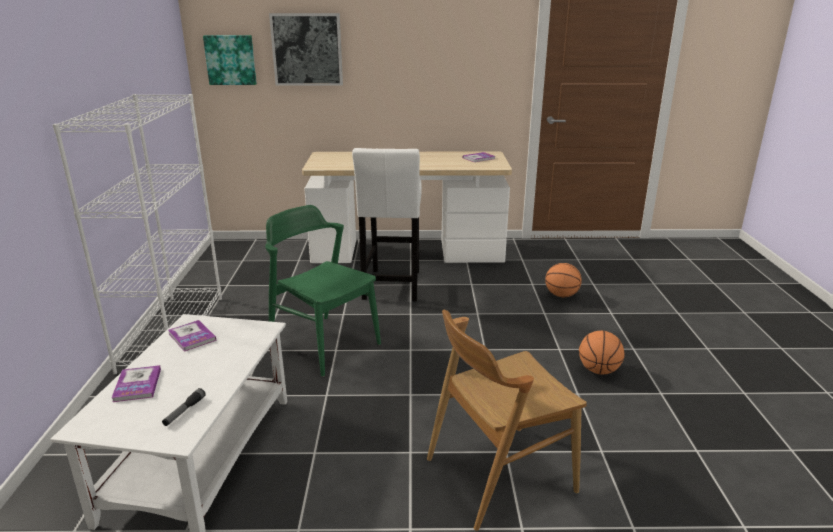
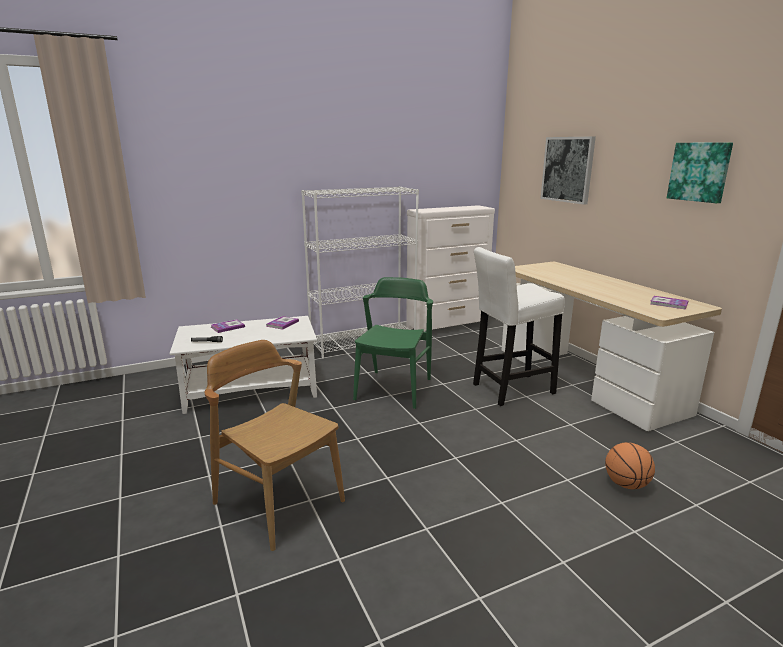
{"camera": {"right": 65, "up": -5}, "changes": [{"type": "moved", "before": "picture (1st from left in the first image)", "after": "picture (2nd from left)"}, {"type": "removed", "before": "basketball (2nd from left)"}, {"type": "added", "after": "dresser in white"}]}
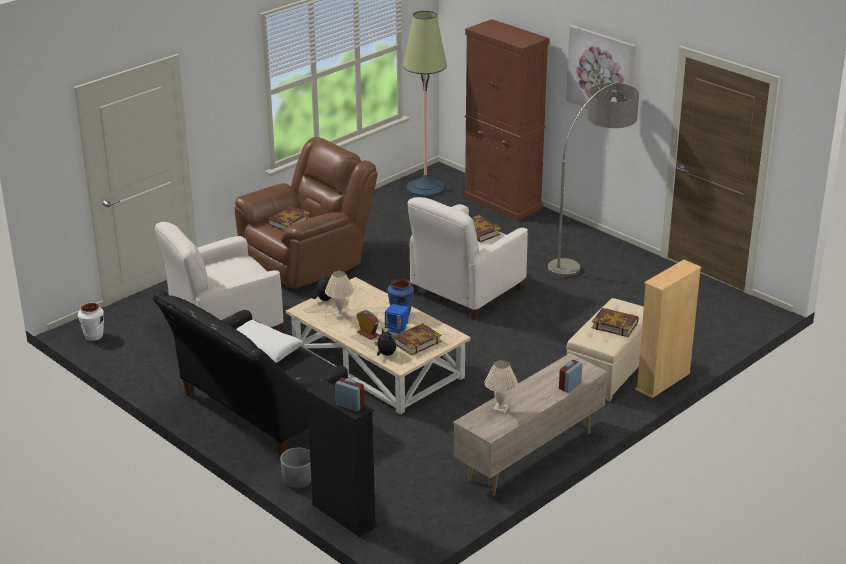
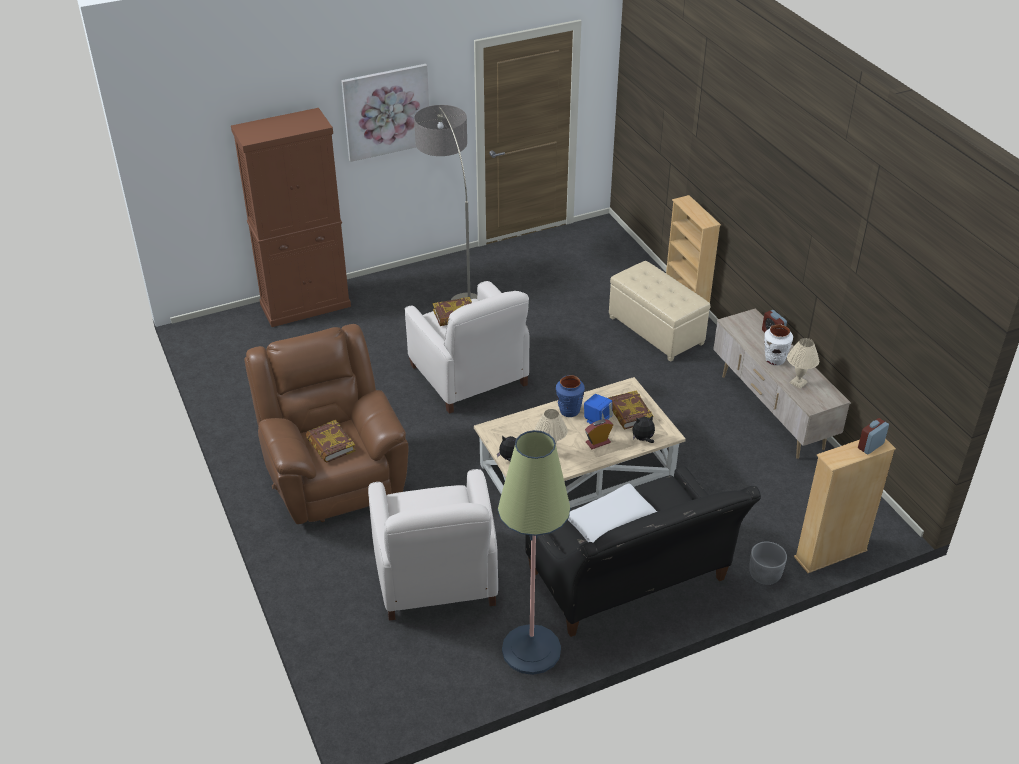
{"camera": {"right": -70, "up": 10}, "changes": [{"type": "moved", "before": "floor lamp (1st from left in the first image)", "after": "floor lamp (2nd from left)"}, {"type": "moved", "before": "vase in white"}, {"type": "removed", "before": "book (4th from left)"}, {"type": "recoloured", "before": "bookcase in black", "after": "bookcase in beige (2nd from left)"}]}
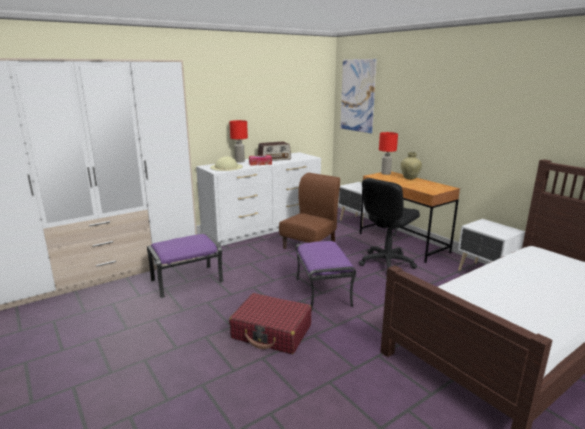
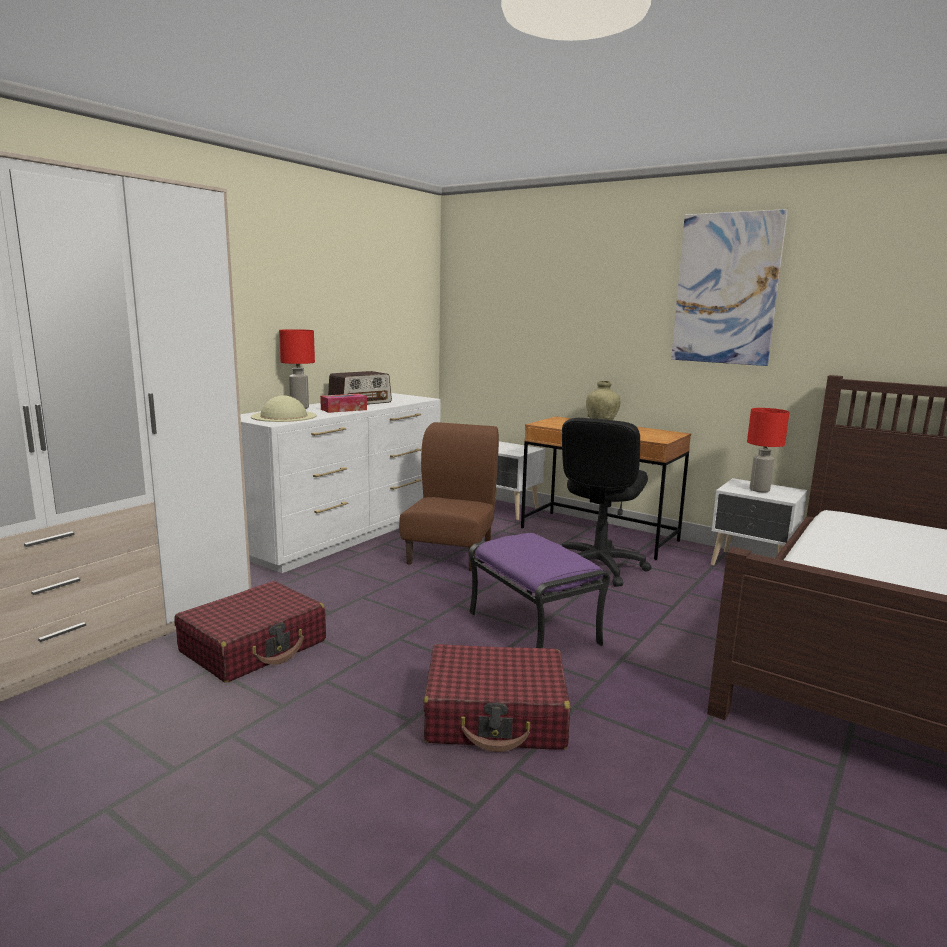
{"camera": {"right": -20, "up": -5}, "changes": [{"type": "moved", "before": "picture"}, {"type": "moved", "before": "table lamp in red (2nd from left)"}, {"type": "replaced", "before": "ottoman in purple (1st from left)", "after": "suitcase in red (1st from left)"}]}
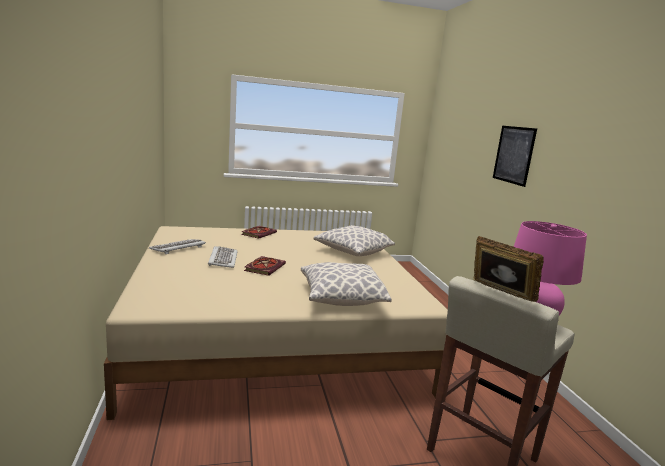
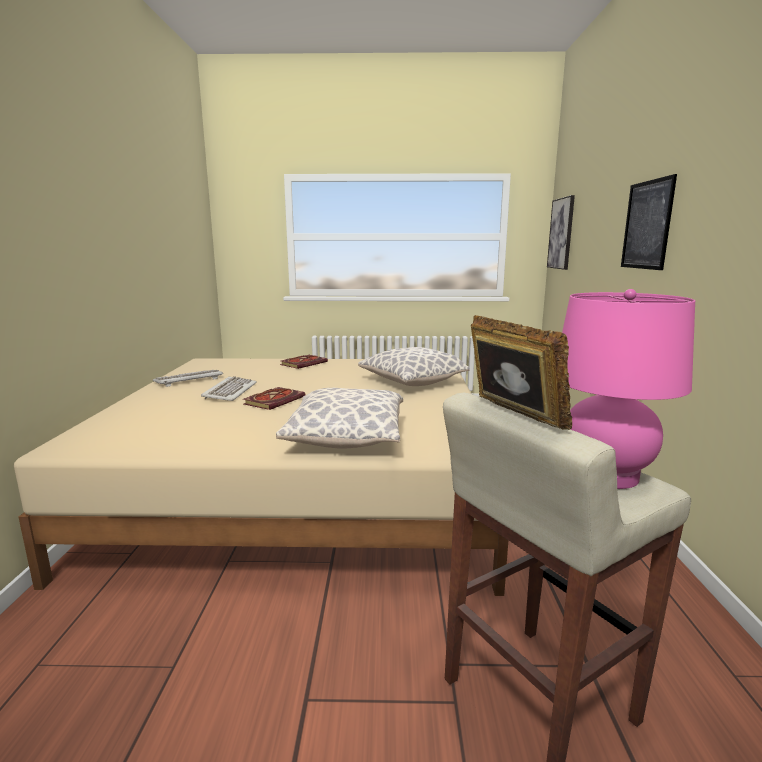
{"camera": {"right": 15, "up": 0}, "changes": [{"type": "added", "after": "picture (1st from left)"}]}
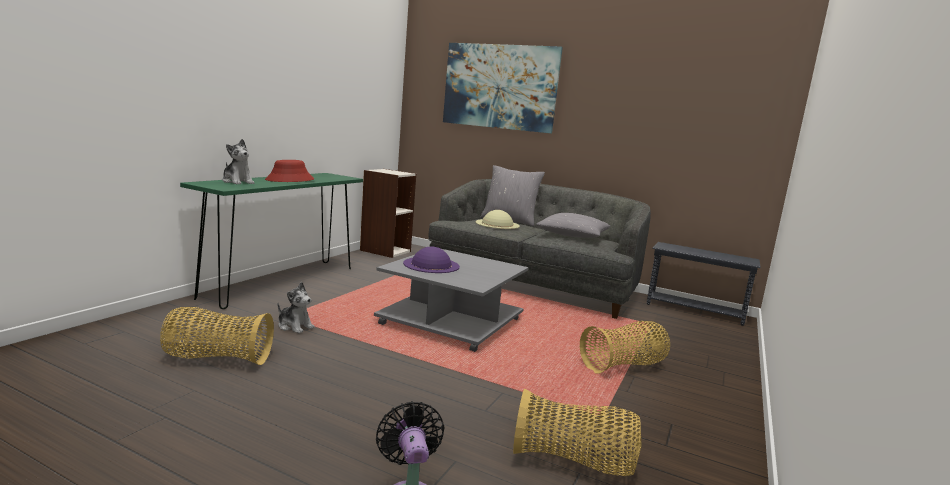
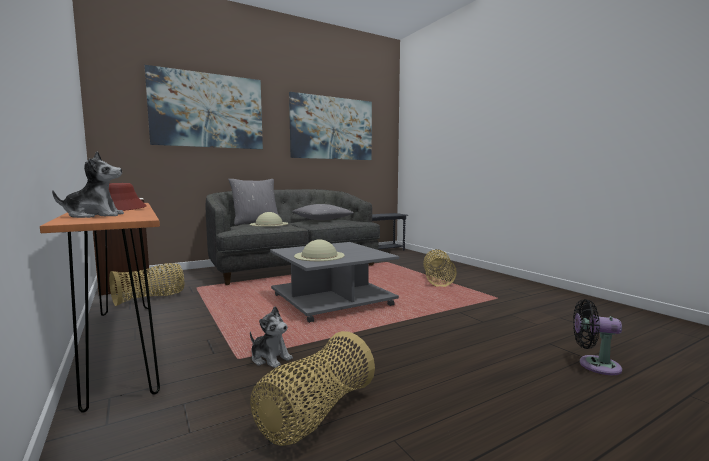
{"camera": {"right": -55, "up": -5}, "changes": [{"type": "recoloured", "before": "console table in green", "after": "console table in orange"}, {"type": "recoloured", "before": "hat in purple", "after": "hat in beige (2nd from left)"}, {"type": "turned", "before": "plush toy (2nd from left)", "turn": 60}, {"type": "moved", "before": "basket (2nd from left in the first image)", "after": "basket (1st from left)"}, {"type": "added", "after": "picture (2nd from left)"}]}
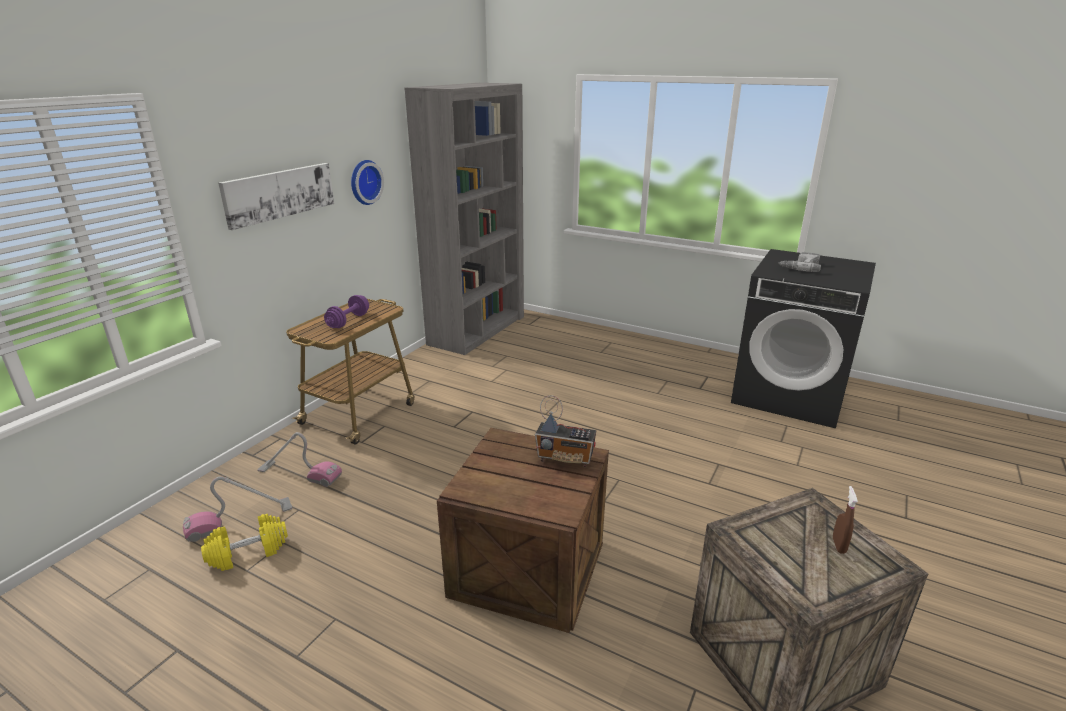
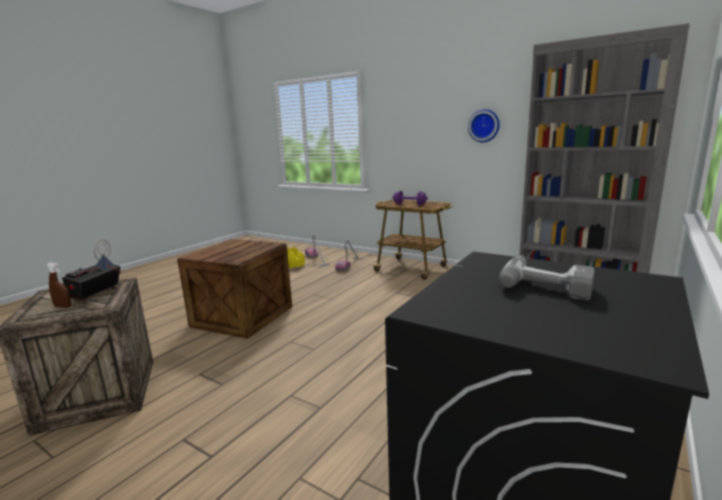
{"camera": {"right": 95, "up": -10}, "changes": [{"type": "removed", "before": "picture"}, {"type": "moved", "before": "radio"}]}
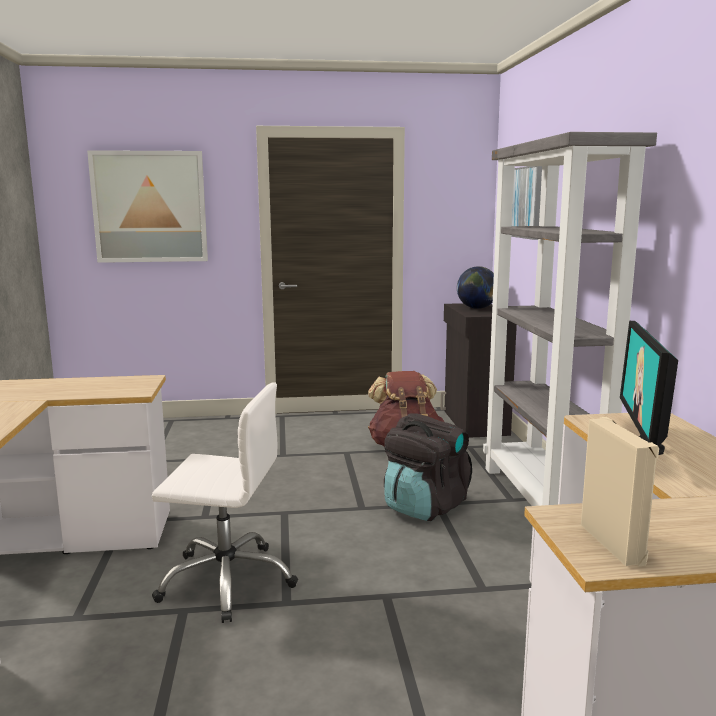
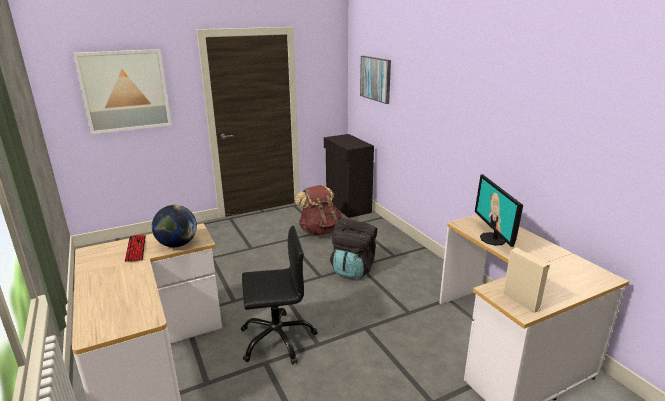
{"camera": {"right": -20, "up": 10}, "changes": [{"type": "removed", "before": "bookcase in grey"}, {"type": "moved", "before": "globe"}, {"type": "recoloured", "before": "office chair in white", "after": "office chair in black"}, {"type": "added", "after": "keyboard"}]}
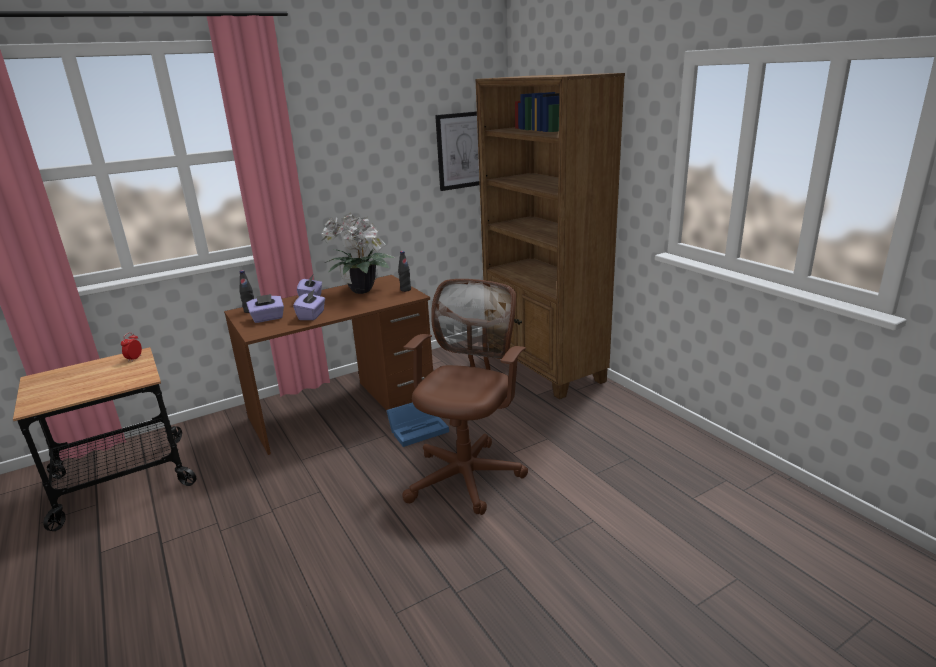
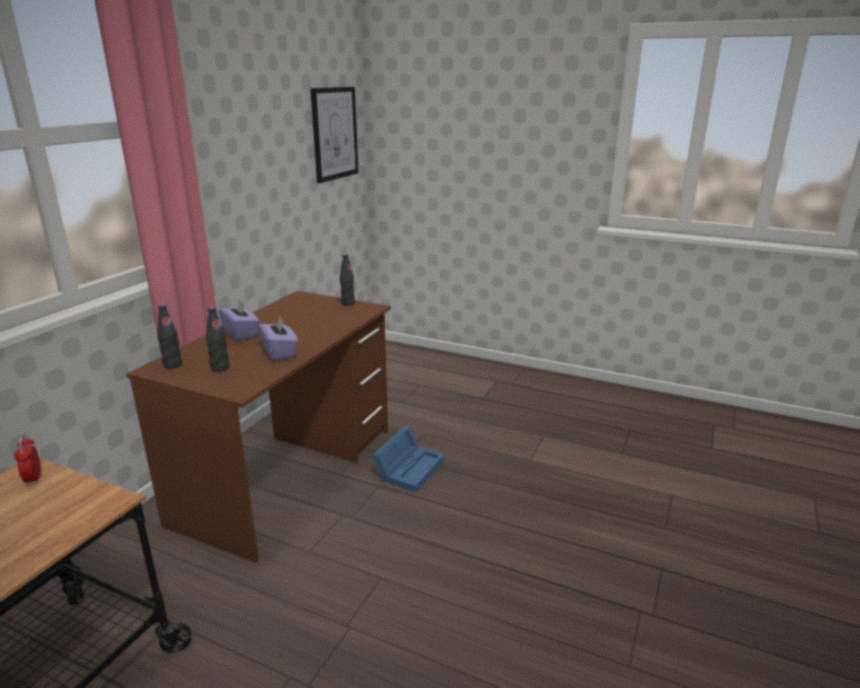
{"camera": {"right": -35, "up": 0}, "changes": [{"type": "removed", "before": "bookcase in brown"}, {"type": "removed", "before": "potted plant"}, {"type": "removed", "before": "office chair in brown"}, {"type": "replaced", "before": "tissue box in purple (1st from left)", "after": "bottle in black (2nd from left)"}]}
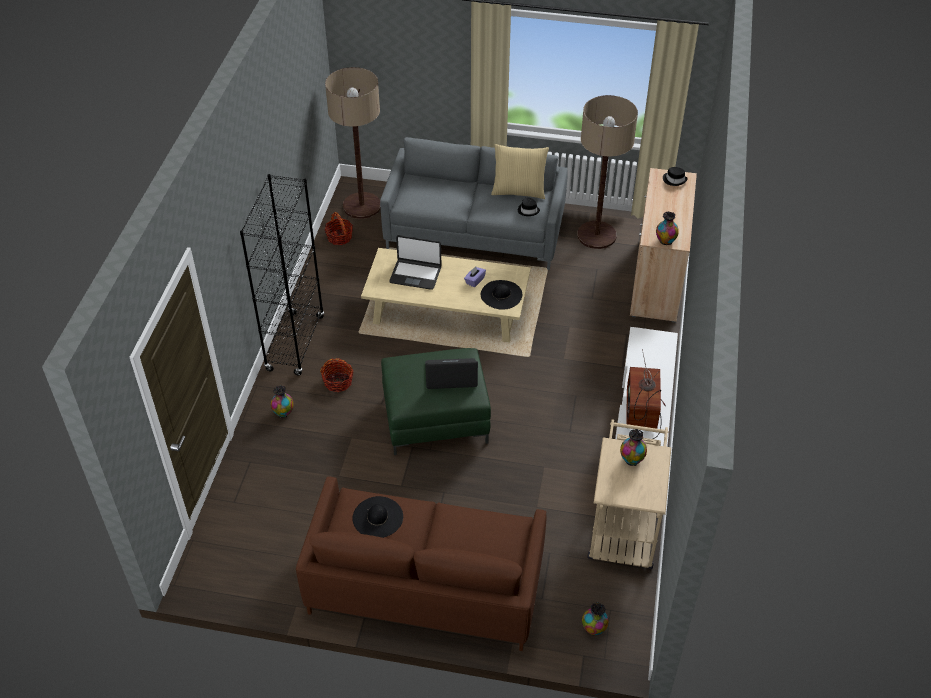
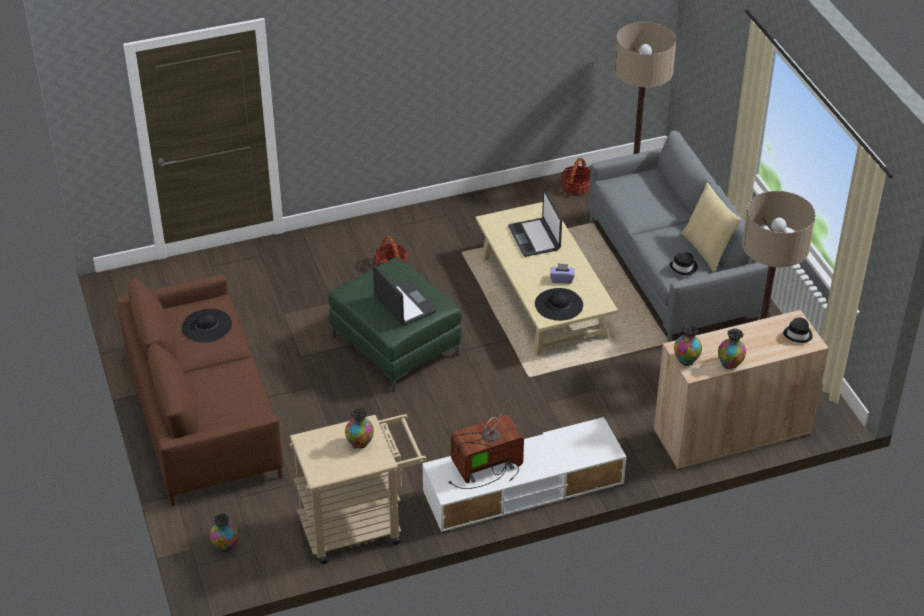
{"camera": {"right": 60, "up": -5}, "changes": [{"type": "removed", "before": "bookcase in black"}, {"type": "moved", "before": "vase (1st from left in the first image)", "after": "vase (4th from left)"}]}
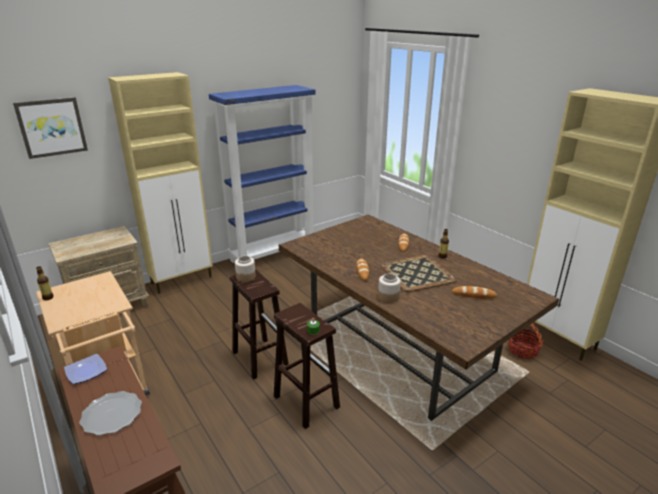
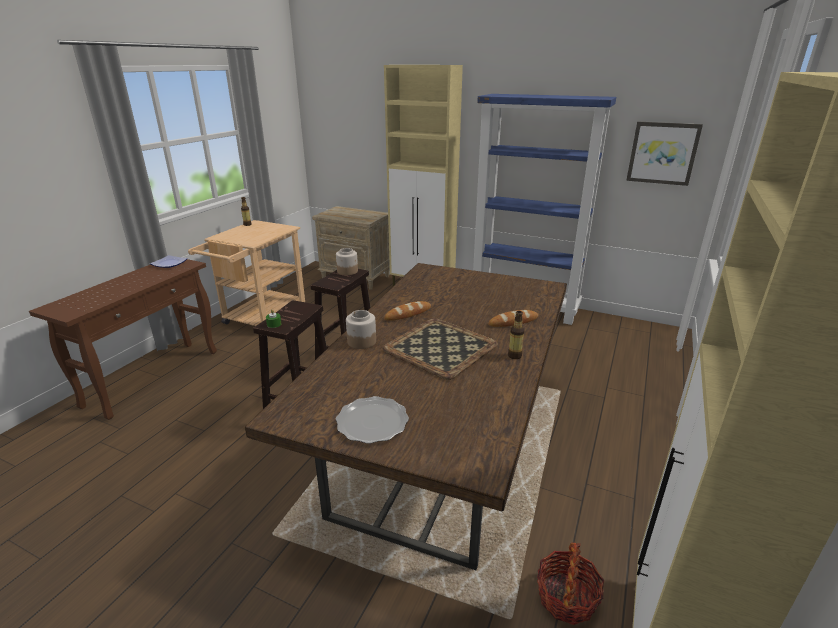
{"camera": {"right": 60, "up": 0}, "changes": [{"type": "moved", "before": "picture"}, {"type": "removed", "before": "bread (3rd from left)"}, {"type": "moved", "before": "plate (2nd from left)"}]}
